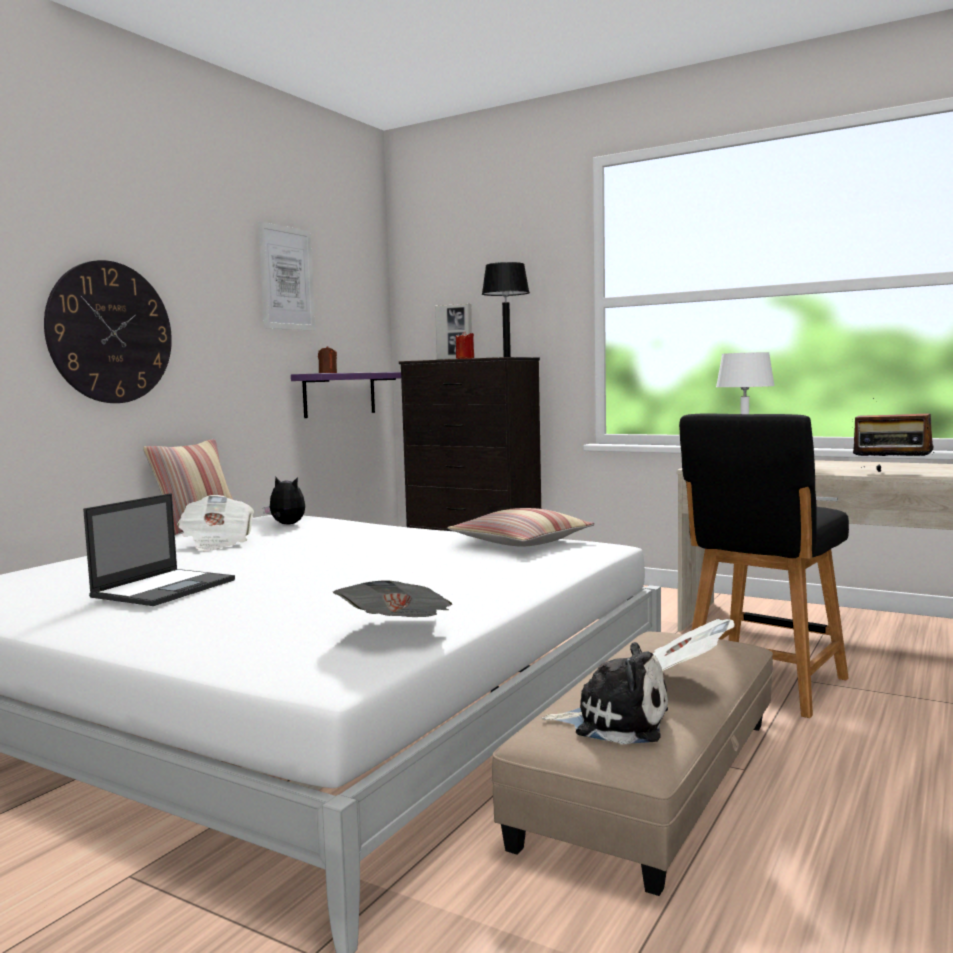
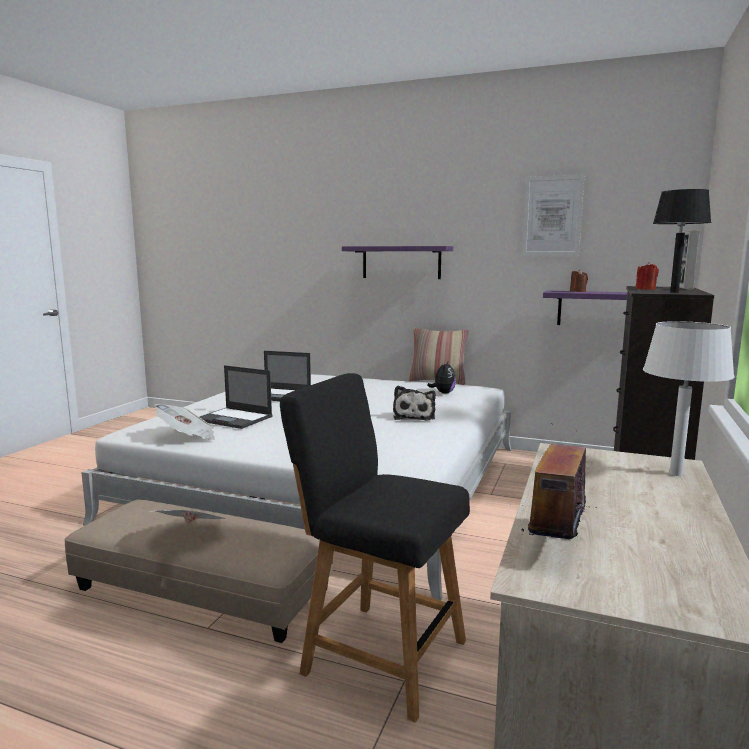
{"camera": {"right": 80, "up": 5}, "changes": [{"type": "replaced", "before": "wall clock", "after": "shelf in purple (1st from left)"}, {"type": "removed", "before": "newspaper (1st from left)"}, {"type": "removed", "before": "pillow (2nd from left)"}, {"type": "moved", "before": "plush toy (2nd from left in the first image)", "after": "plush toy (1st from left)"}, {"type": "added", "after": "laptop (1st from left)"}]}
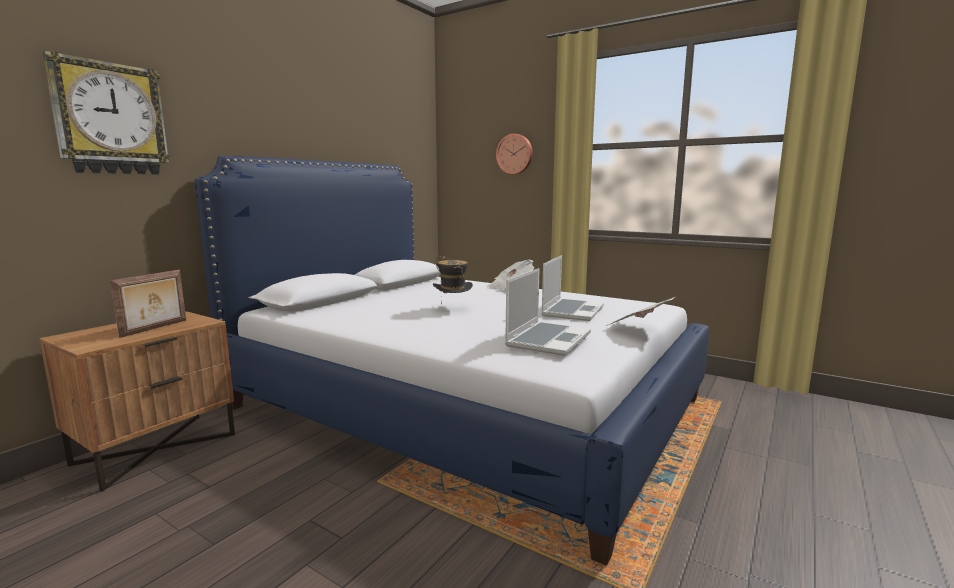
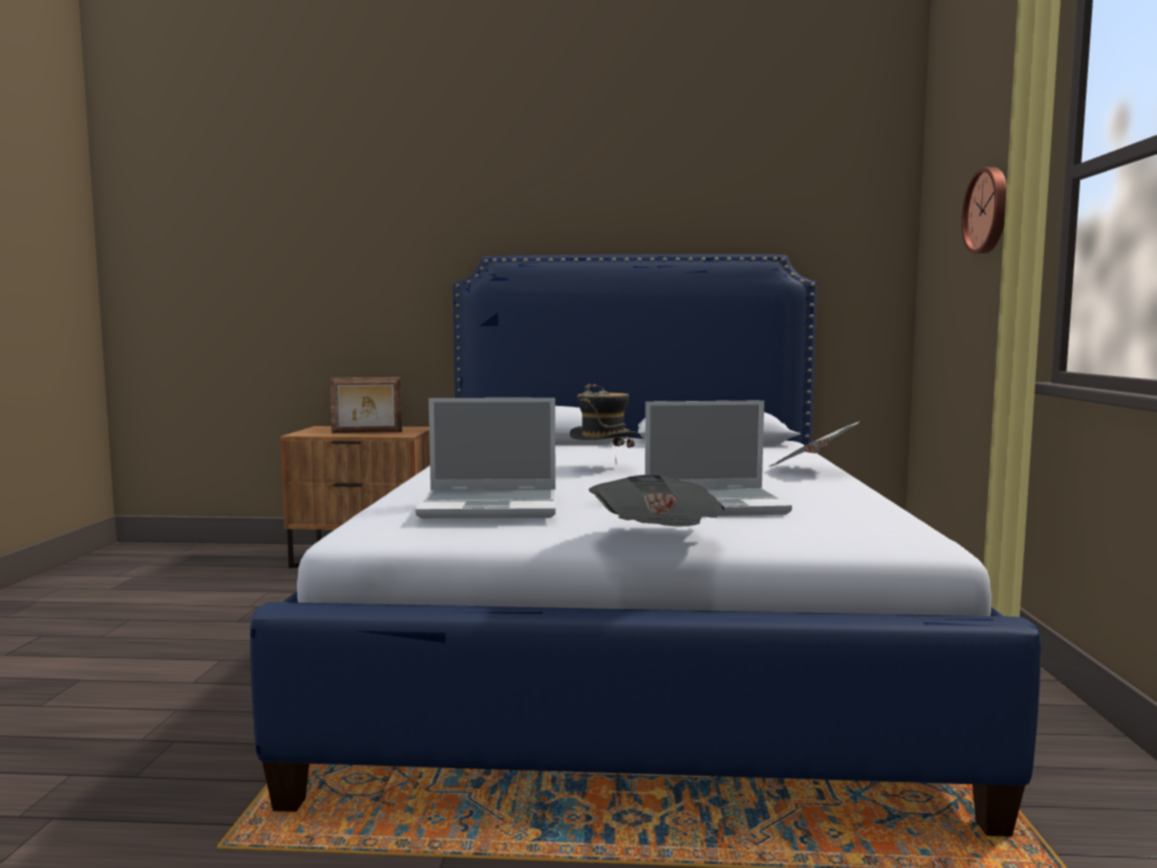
{"camera": {"right": 60, "up": -5}, "changes": [{"type": "removed", "before": "wall clock (1st from left)"}]}
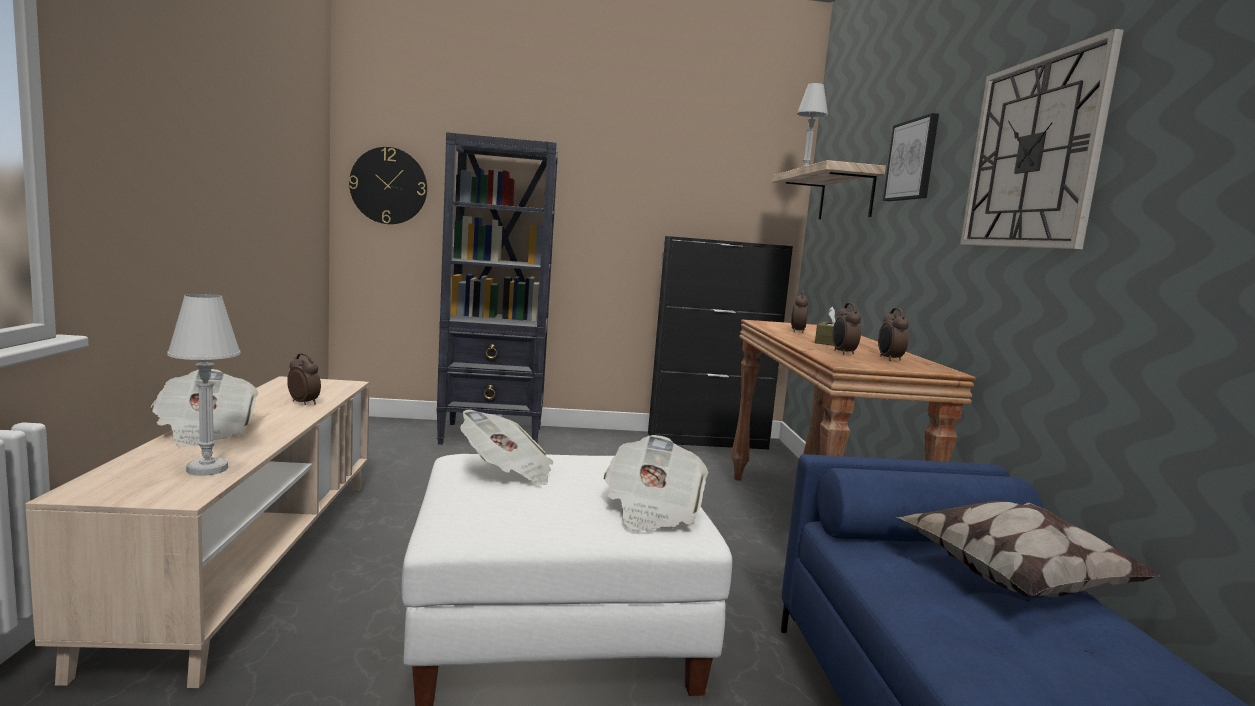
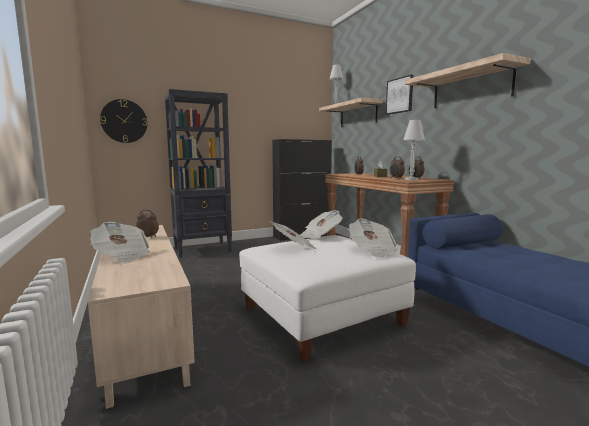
{"camera": {"right": -20, "up": 0}, "changes": [{"type": "replaced", "before": "wall clock (2nd from left)", "after": "shelf (2nd from left)"}, {"type": "moved", "before": "table lamp in white (1st from left in the first image)", "after": "table lamp in white (2nd from left)"}, {"type": "removed", "before": "pillow"}, {"type": "added", "after": "newspaper (3rd from left)"}]}
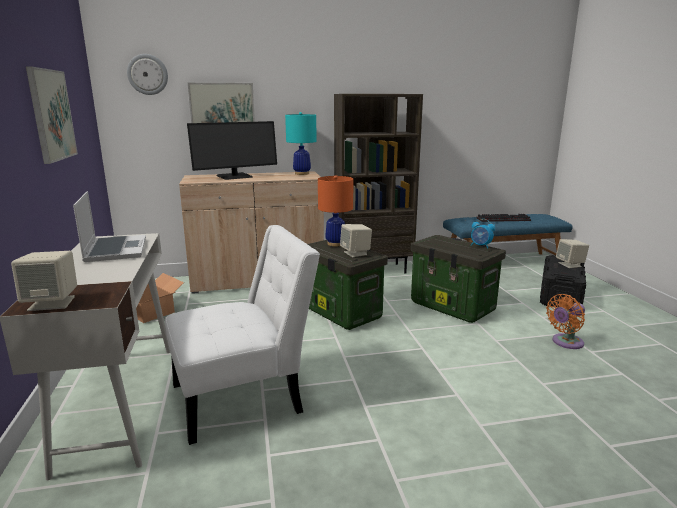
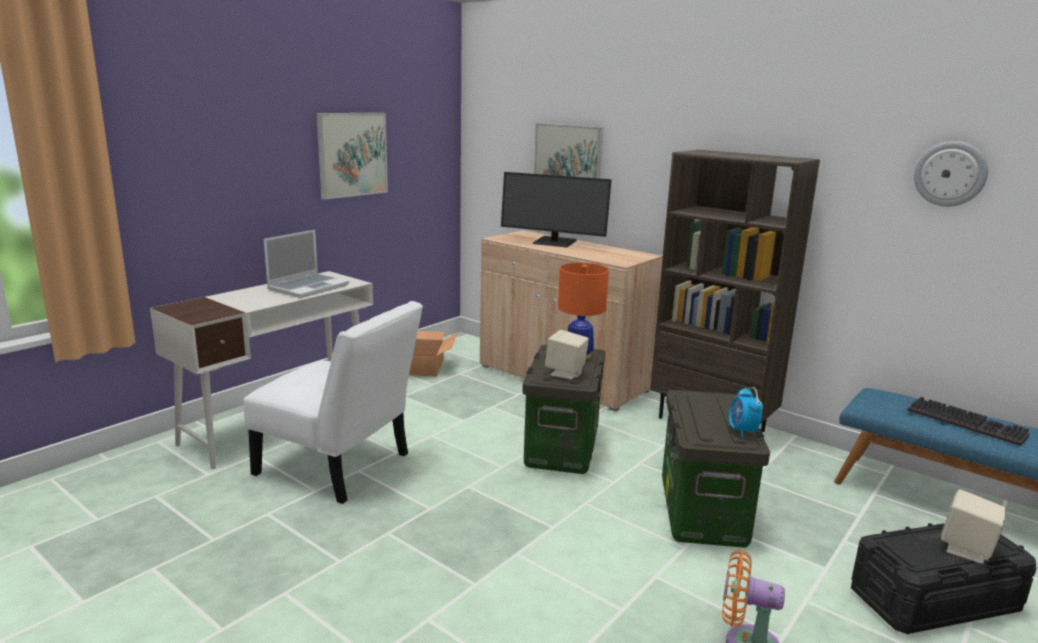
{"camera": {"right": 50, "up": 0}, "changes": [{"type": "moved", "before": "wall clock"}, {"type": "removed", "before": "table lamp in turquoise"}, {"type": "removed", "before": "speaker in beige (1st from left)"}]}
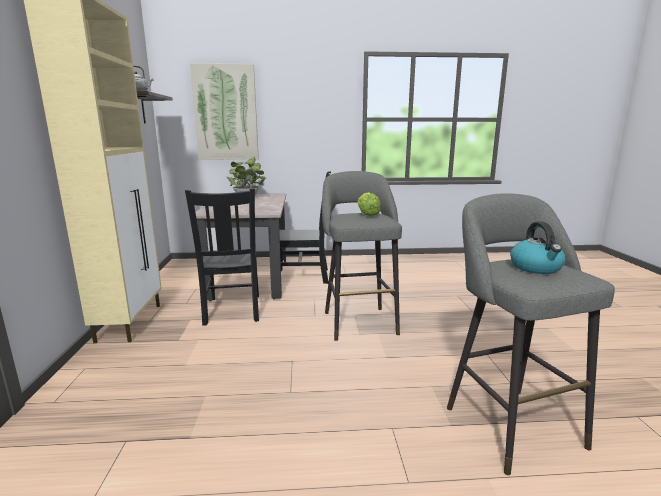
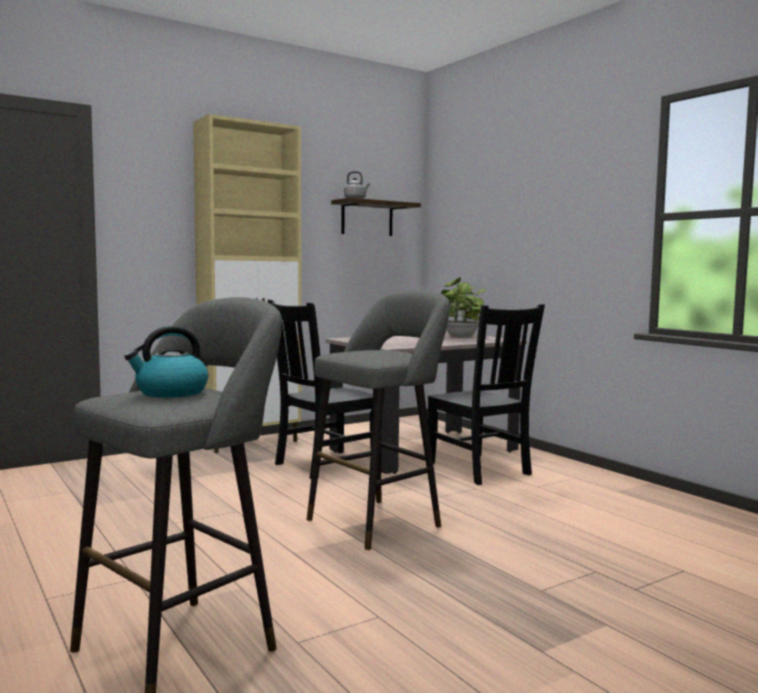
{"camera": {"right": 60, "up": -10}, "changes": [{"type": "removed", "before": "picture"}, {"type": "removed", "before": "lettuce"}]}
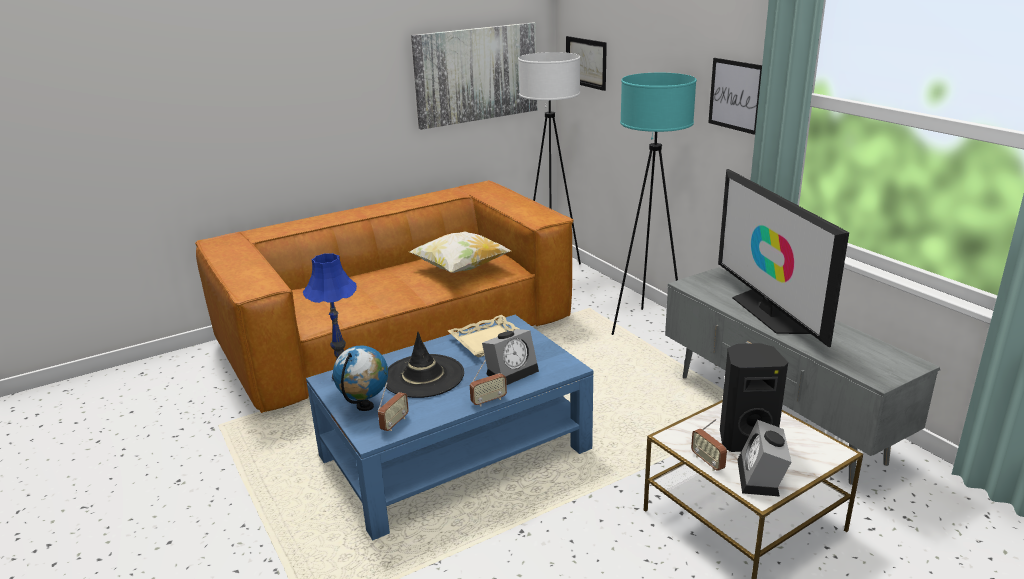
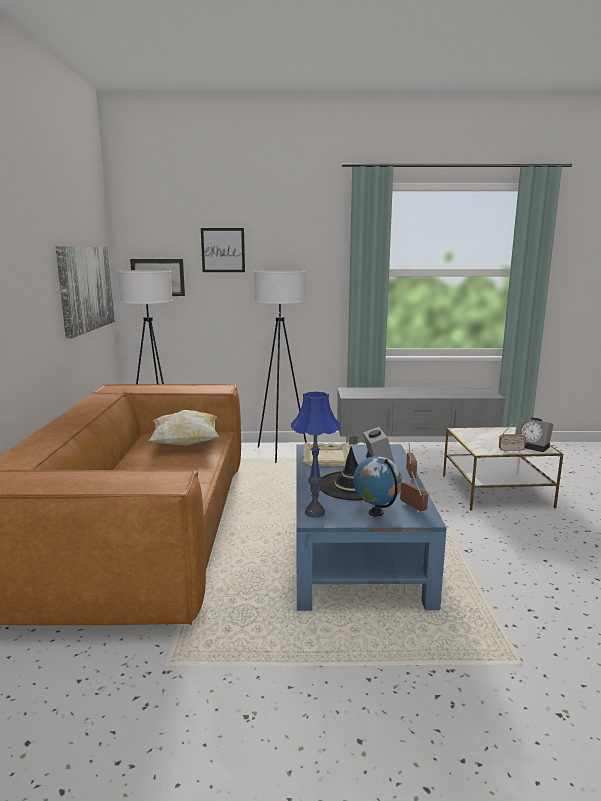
{"camera": {"right": -60, "up": -10}, "changes": [{"type": "moved", "before": "picture (3rd from left)"}, {"type": "recoloured", "before": "floor lamp in turquoise", "after": "floor lamp in white (2nd from left)"}, {"type": "removed", "before": "television"}, {"type": "removed", "before": "speaker in black"}]}
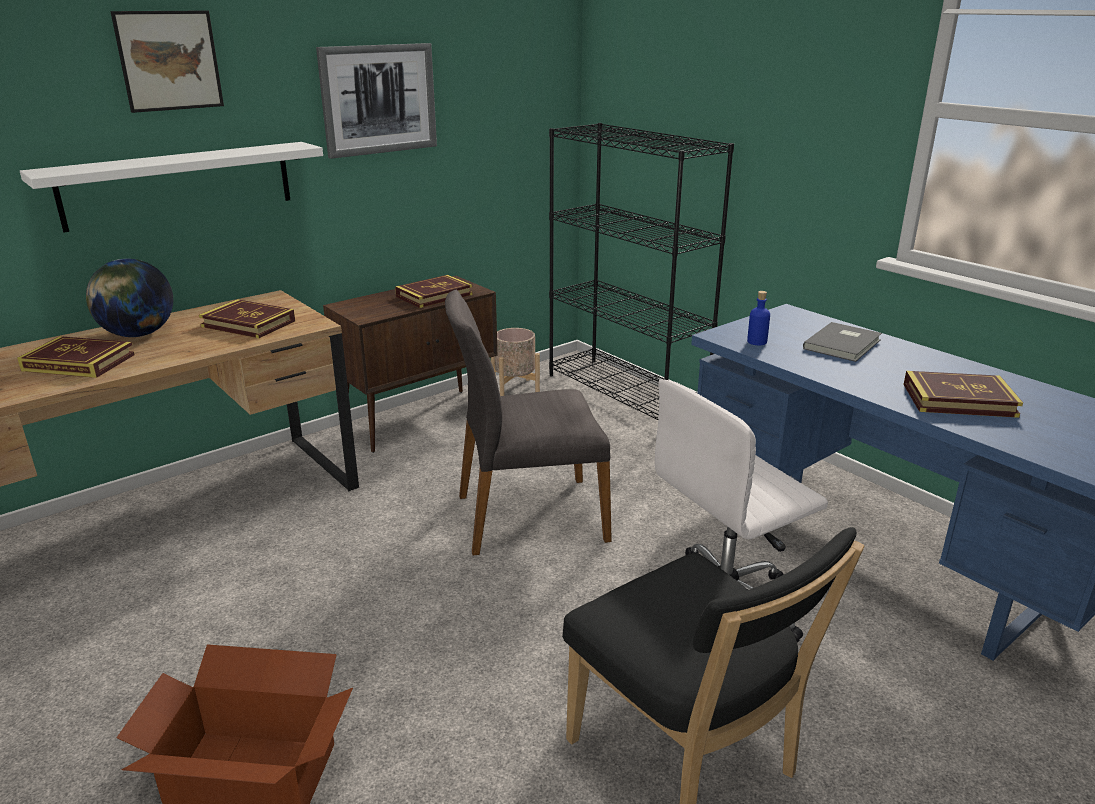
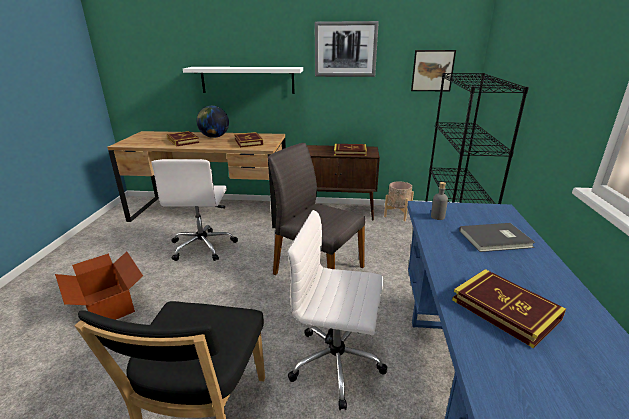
{"camera": {"right": 45, "up": 0}, "changes": [{"type": "moved", "before": "picture (1st from left in the first image)", "after": "picture (2nd from left)"}, {"type": "recoloured", "before": "bottle in blue", "after": "bottle in grey"}, {"type": "added", "after": "office chair in white (1st from left)"}]}
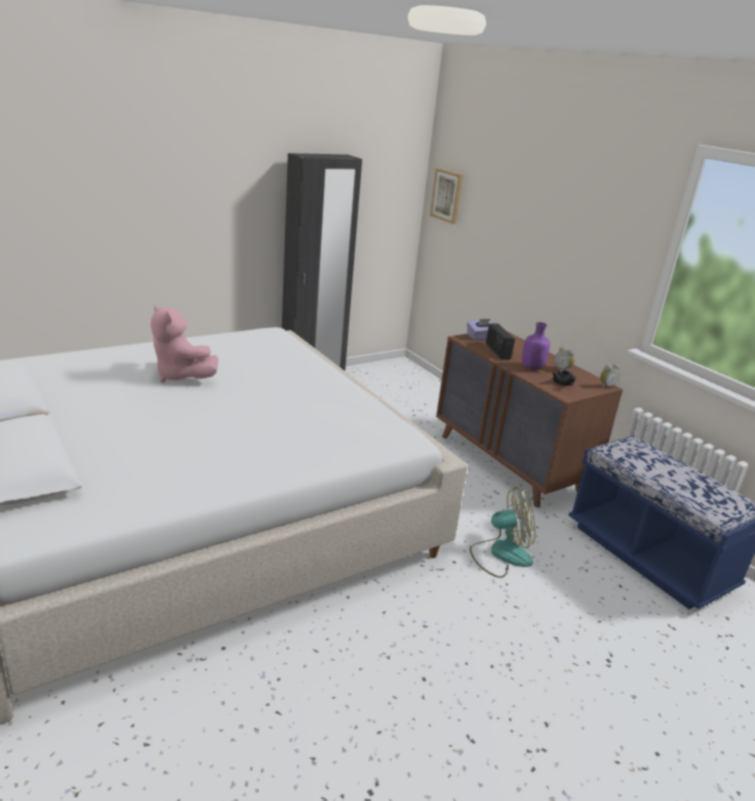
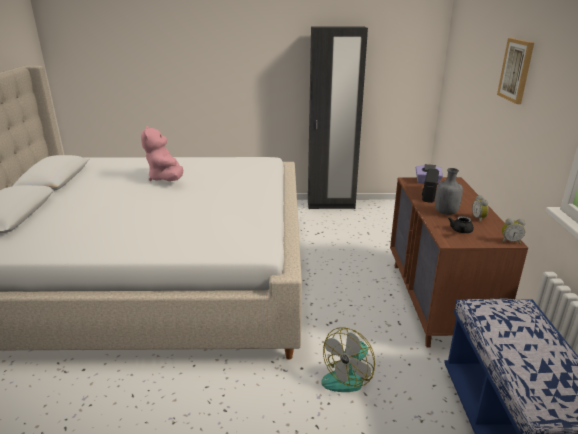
{"camera": {"right": 35, "up": 0}, "changes": [{"type": "moved", "before": "picture"}, {"type": "recoloured", "before": "bottle in purple", "after": "bottle in grey"}, {"type": "turned", "before": "fan", "turn": 105}]}
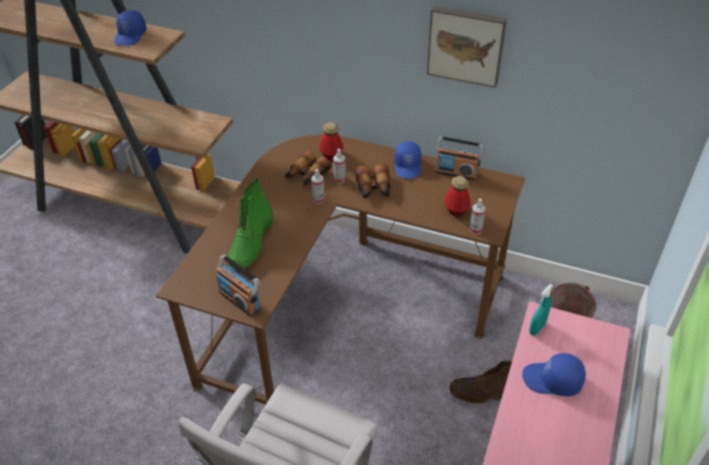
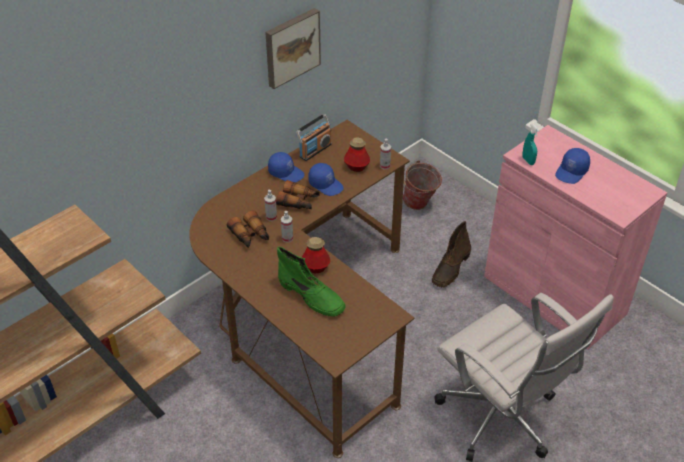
{"camera": {"right": -65, "up": 0}, "changes": [{"type": "moved", "before": "cap in blue (1st from left in the first image)", "after": "cap in blue (2nd from left)"}, {"type": "moved", "before": "bottle (1st from left)"}, {"type": "removed", "before": "radio (1st from left)"}]}
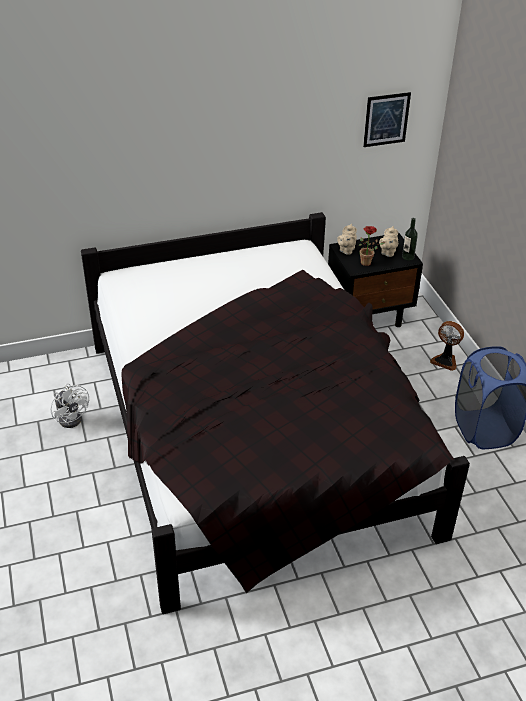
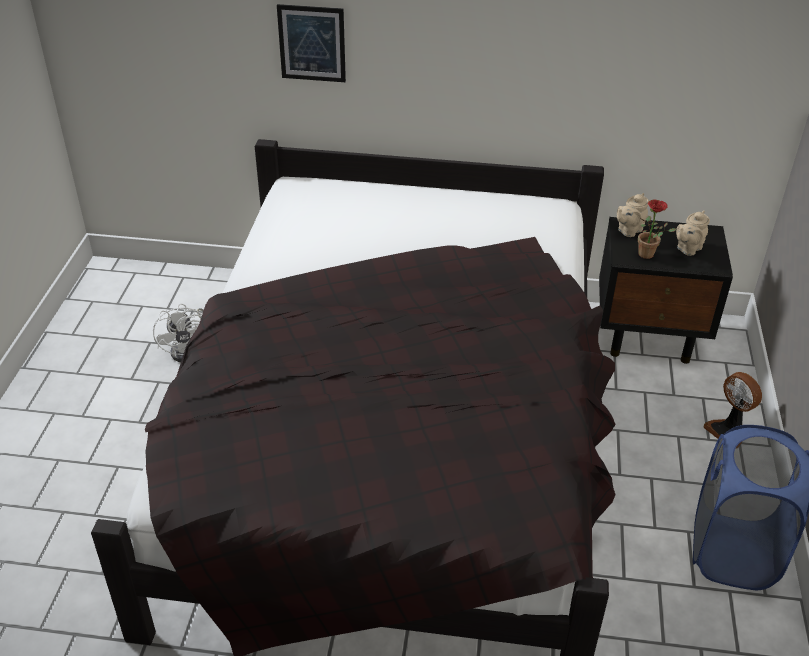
{"camera": {"right": 25, "up": 0}, "changes": [{"type": "moved", "before": "picture"}, {"type": "removed", "before": "bottle"}]}
